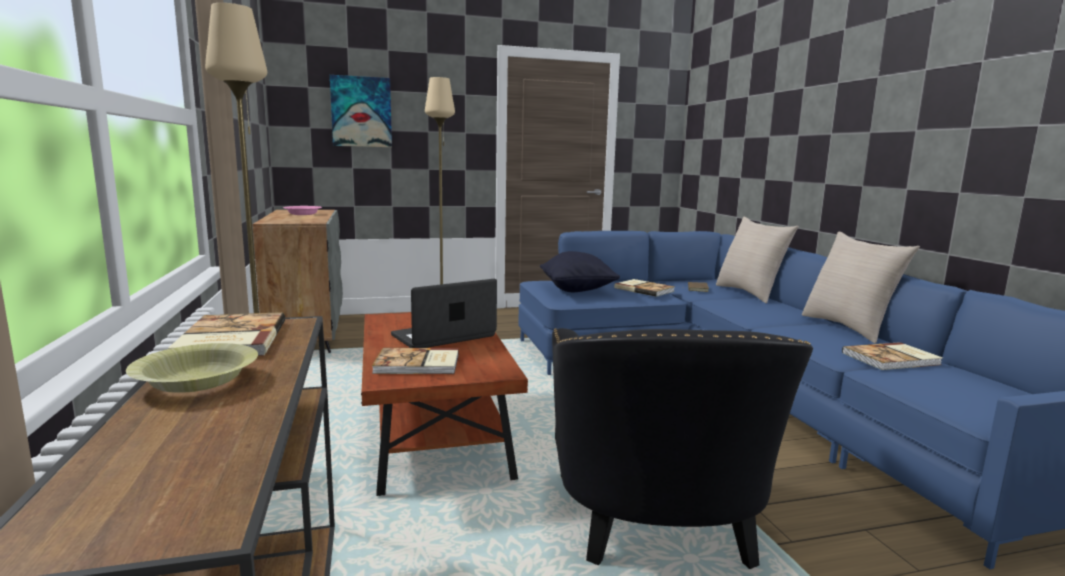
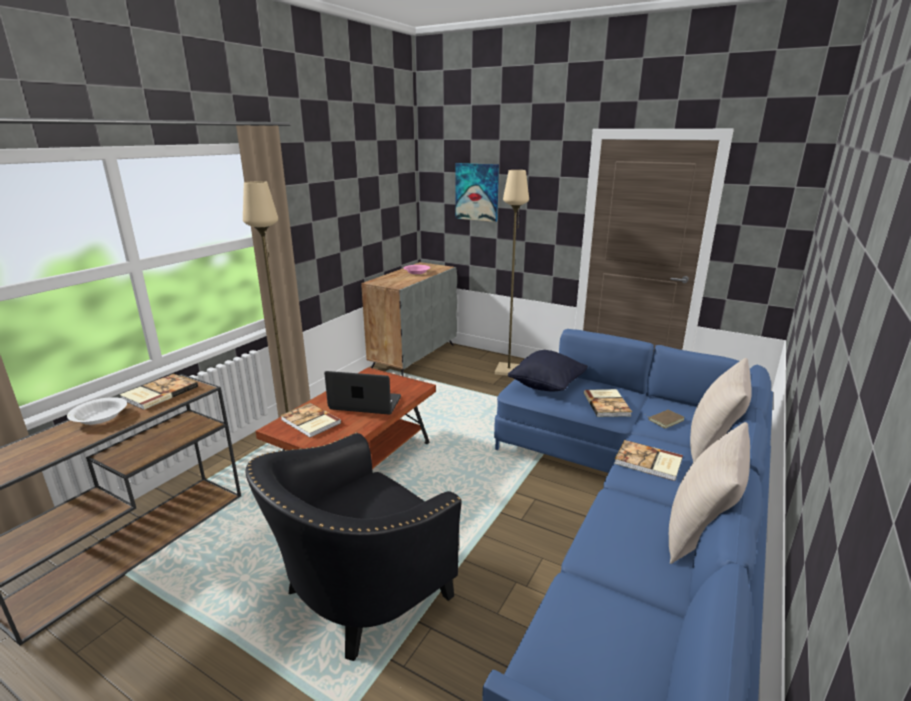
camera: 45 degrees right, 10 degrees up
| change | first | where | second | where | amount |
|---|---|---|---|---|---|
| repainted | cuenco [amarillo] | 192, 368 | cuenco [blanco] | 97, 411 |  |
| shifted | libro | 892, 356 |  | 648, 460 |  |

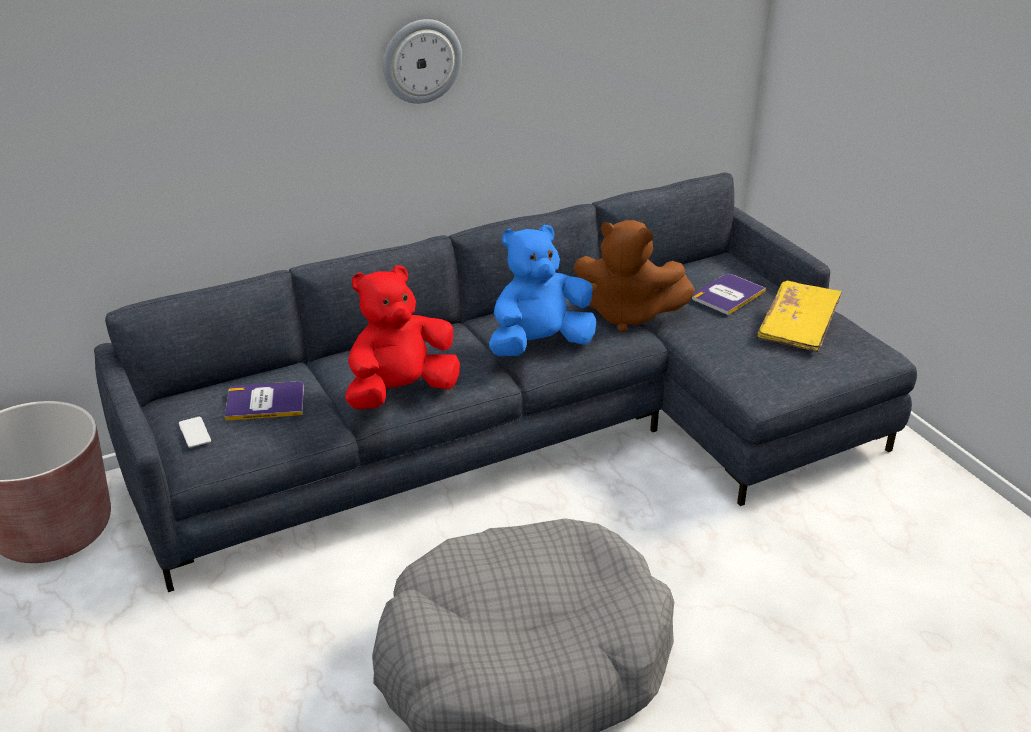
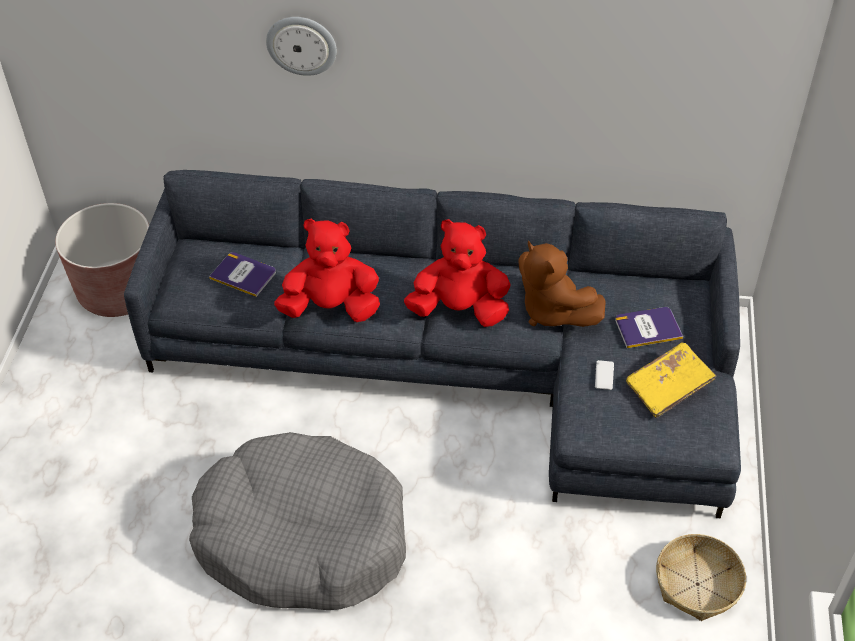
camera: 35 degrees right, 15 degrees up
| change | first | where | second | where | amount |
|---|---|---|---|---|---|
| shifted | móvil | 195, 432 |  | 604, 375 |  |
| shifted | reloj de pared | 422, 61 |  | 301, 46 |  |
| repainted | peluche [azul] | 543, 290 | peluche [rojo] | 457, 273 |  |
| new |  |  | cesta | 701, 577 |  |

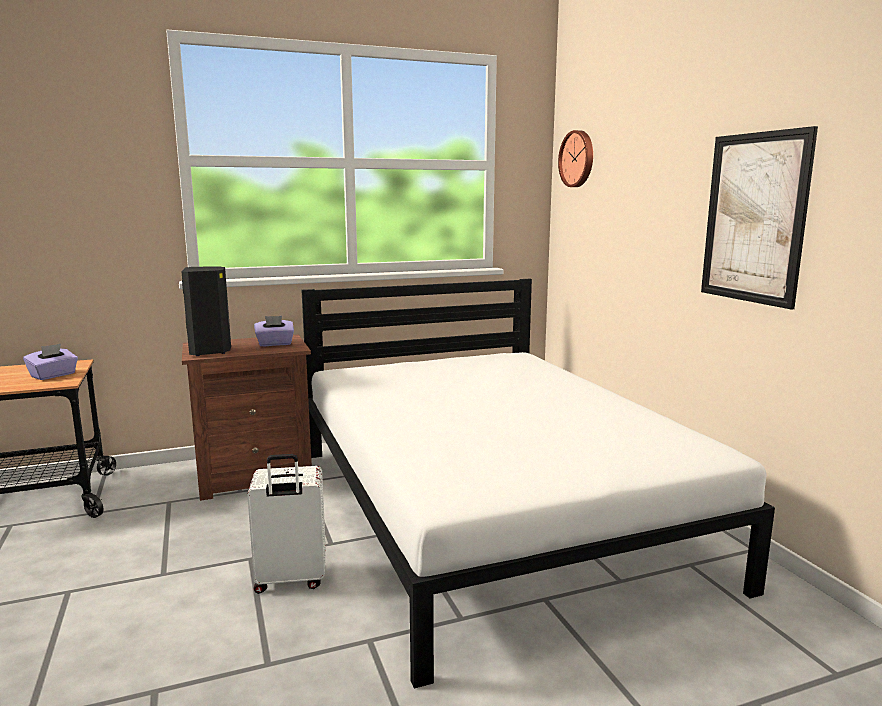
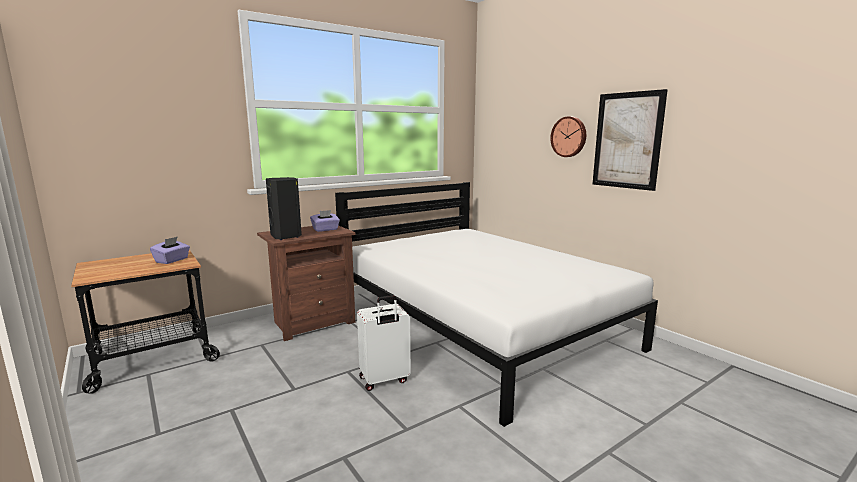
camera: 15 degrees left, 0 degrees up
| change | first | where | second | where | amount |
|---|---|---|---|---|---|
| shifted | reloj de pared | 575, 158 |  | 568, 136 |  |

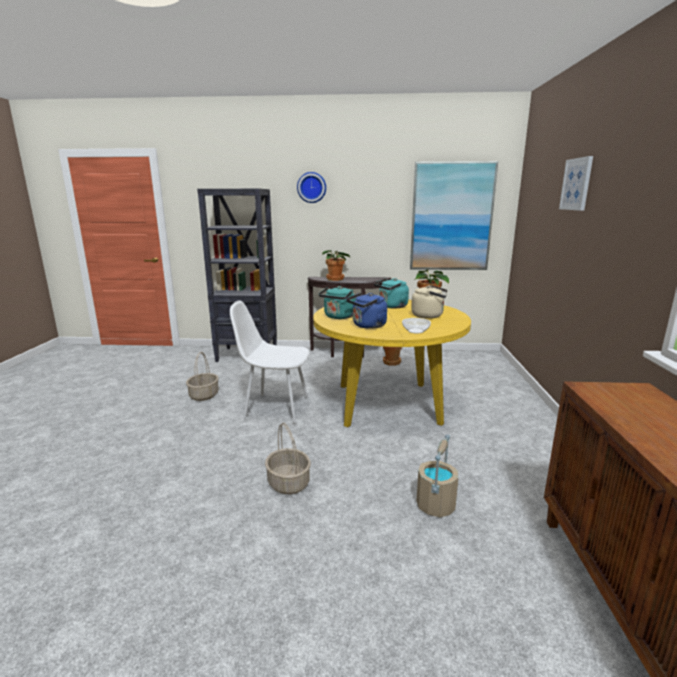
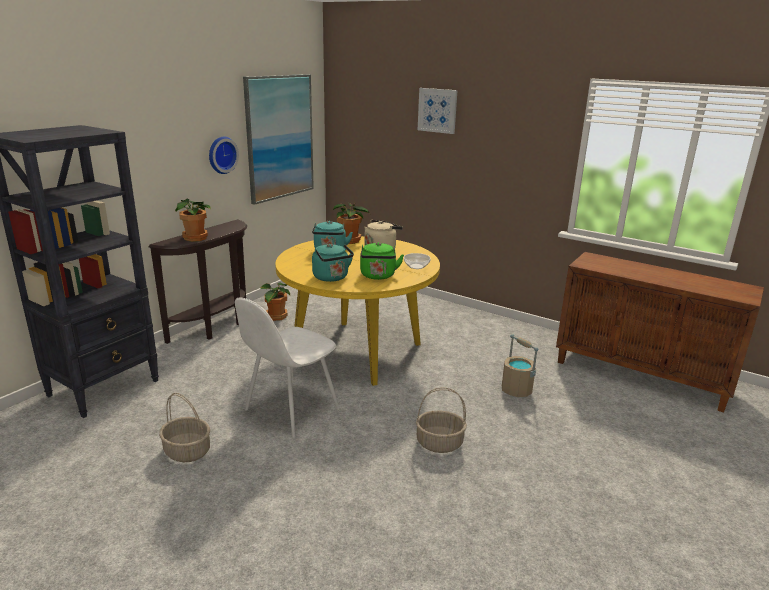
camera: 60 degrees left, 5 degrees up
| change | first | where | second | where | amount |
|---|---|---|---|---|---|
| shifted | reloj de pared | 311, 187 |  | 224, 155 |  |
| repainted | hervidor [azul] | 366, 310 | hervidor [verde] | 382, 261 |  |

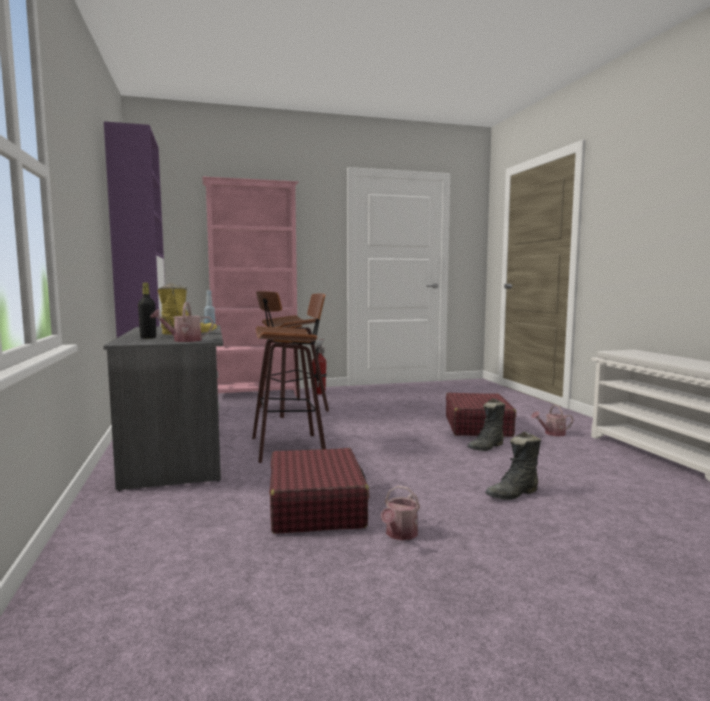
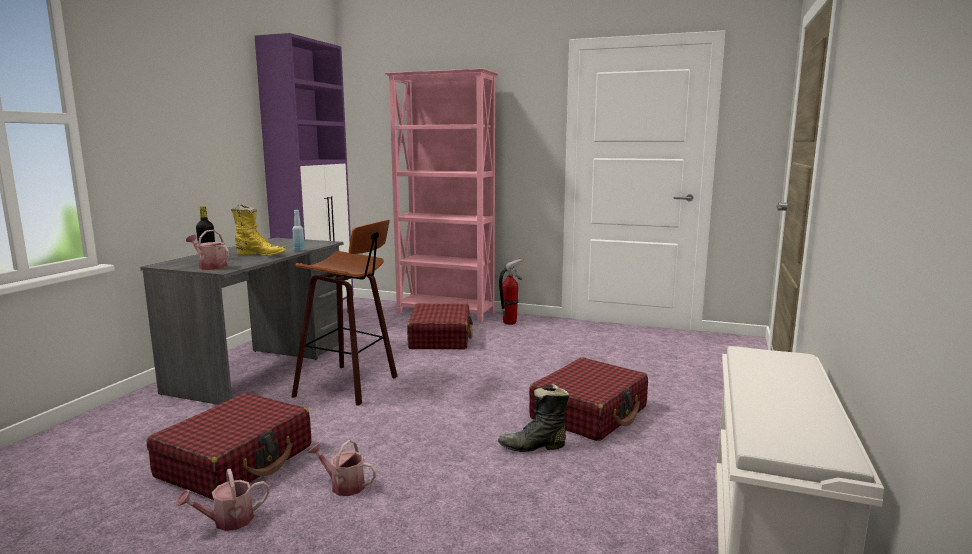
camera: 35 degrees right, 5 degrees up
| change | first | where | second | where | amount |
|---|---|---|---|---|---|
| swapped | taburete | 292, 354 | maleta [rojo] | 440, 326 |  |
| gone | bota [negro] | 513, 465 |  |  |  |
| shifted | regadera | 552, 420 |  | 342, 468 |  |

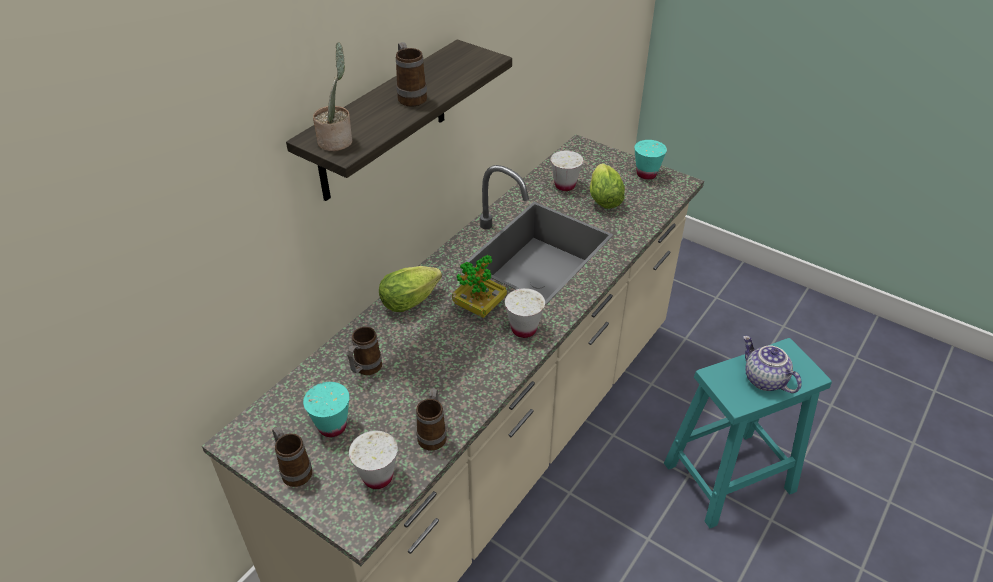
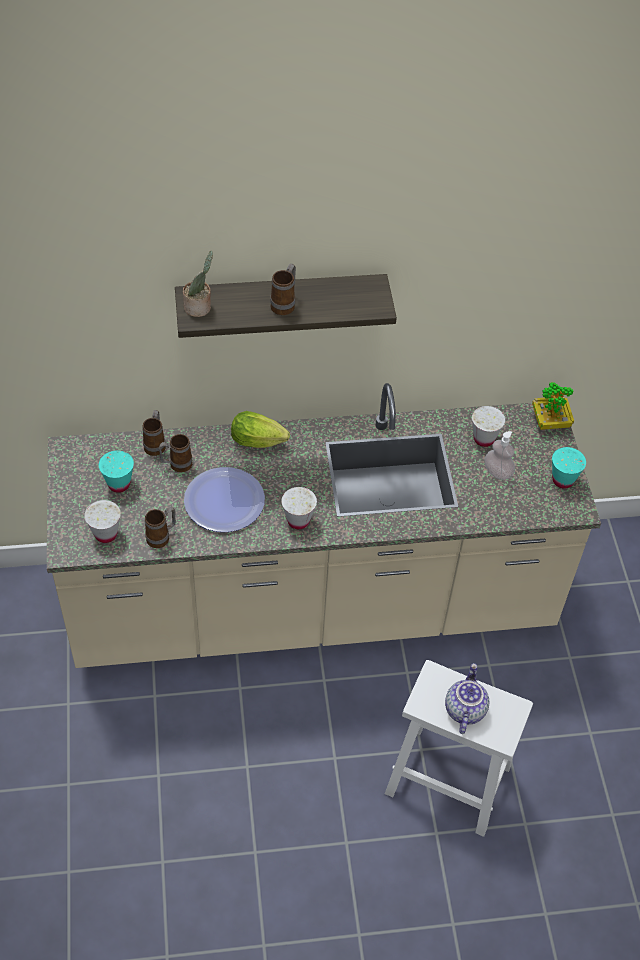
camera: 45 degrees right, 10 degrees up
| change | first | where | second | where | amount |
|---|---|---|---|---|---|
| shifted | taza grande | 292, 456 |  | 154, 433 |  |
| shifted | planta en maceta | 479, 286 |  | 553, 406 |  |
| swapped | lechuga | 607, 186 | dispensador de jabón | 499, 455 |  |
| repainted | taburete [turquesa] | 748, 433 | taburete [blanco] | 459, 748 |  |
| new |  |  | plato | 224, 499 |  |

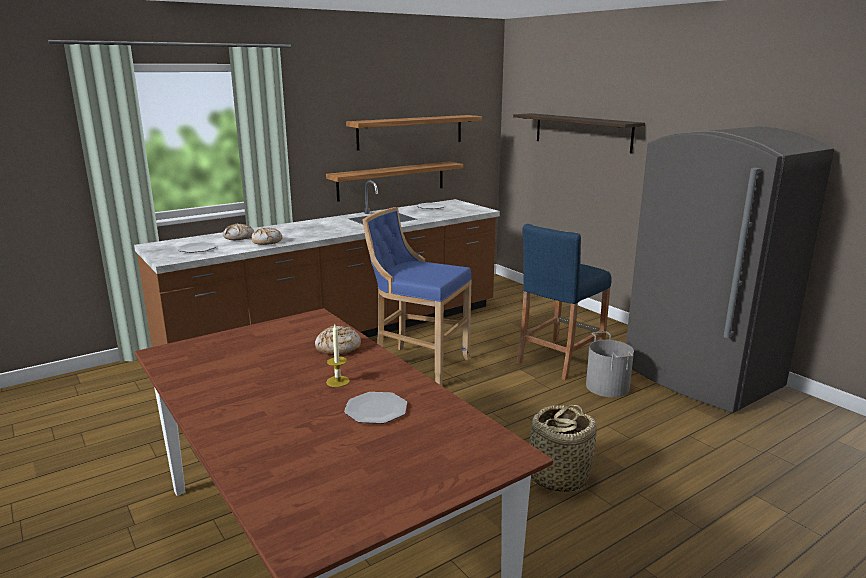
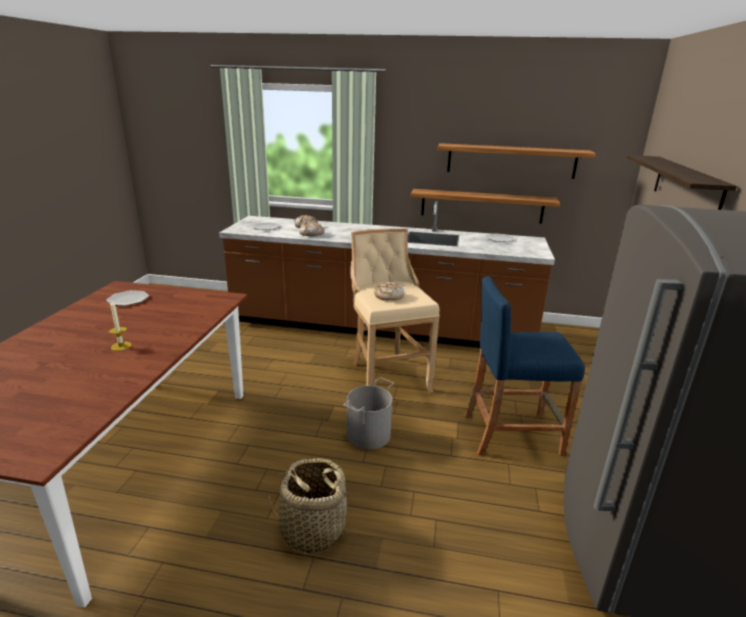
camera: 45 degrees right, 5 degrees up
| change | first | where | second | where | amount |
|---|---|---|---|---|---|
| shifted | pan | 338, 340 |  | 389, 291 |  |
| shifted | plato | 375, 408 |  | 127, 298 |  |
| repainted | taburete [azul] | 417, 296 | taburete [beis] | 395, 310 |  |
| shifted | cubo [gris] | 610, 364 |  | 369, 413 |  |

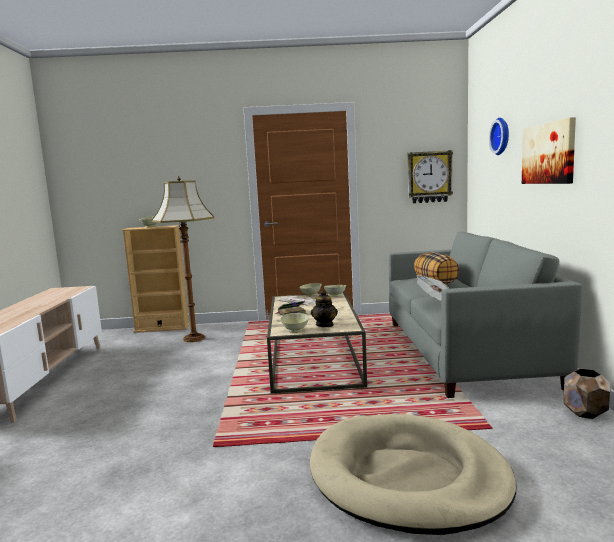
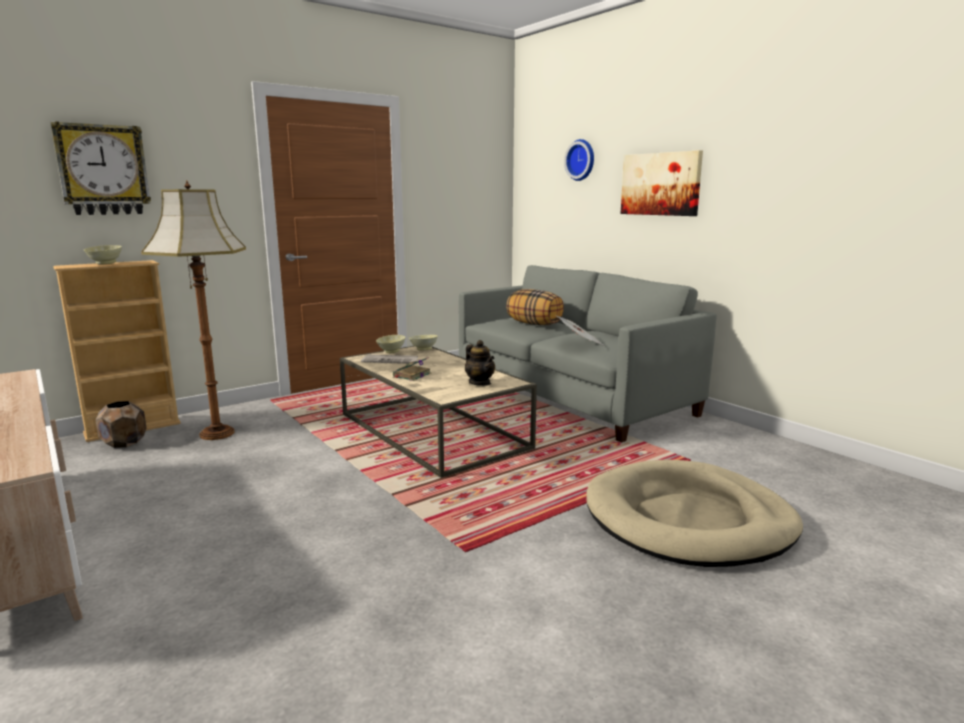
camera: 35 degrees left, 5 degrees up
| change | first | where | second | where | amount |
|---|---|---|---|---|---|
| gone | cuenco [beis] | 294, 323 |  |  |  |
| shifted | reloj de pared | 430, 176 |  | 100, 168 |  |
| shifted | maceta [marrón] | 587, 394 |  | 121, 424 |  |

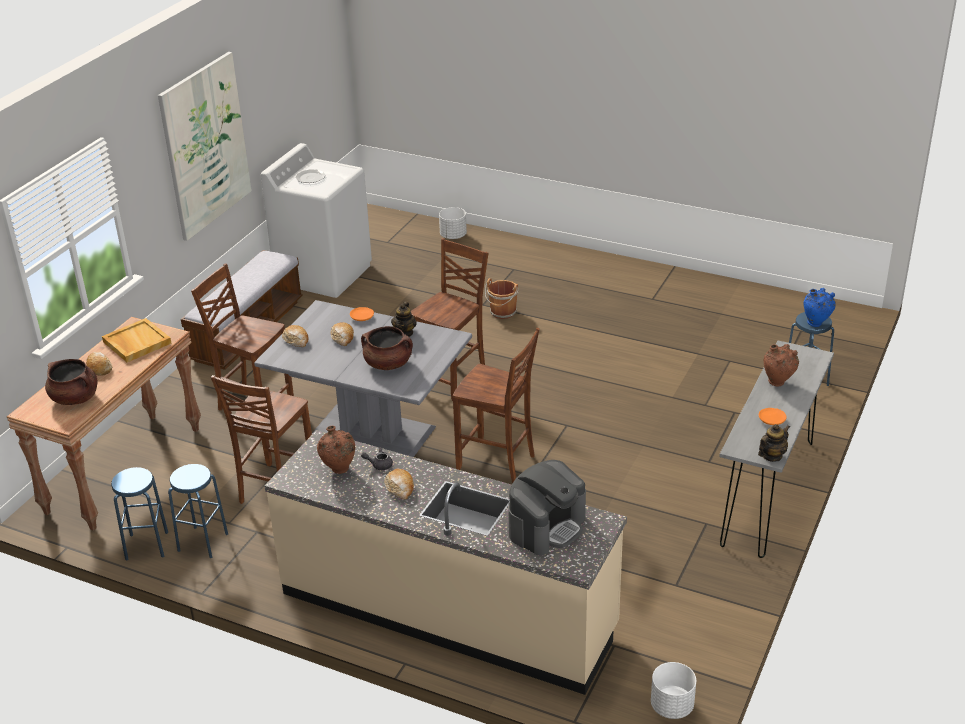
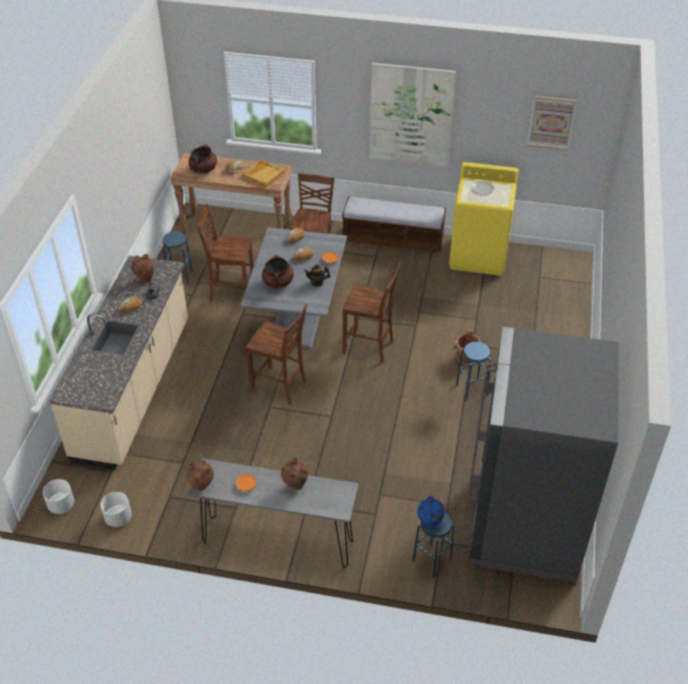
camera: 75 degrees right, 10 degrees up
| change | first | where | second | where | amount |
|---|---|---|---|---|---|
| shifted | taburete [azul] | 139, 514 |  | 473, 371 |  |
| repainted | lavadora [blanco] | 316, 220 | lavadora [amarillo] | 484, 219 |  |
| shifted | maceta [blanco] | 453, 223 |  | 116, 509 |  |
| rotated | silla [marrón] | 496, 405 |  | 276, 354 | 75 degrees counterclockwise |
| gone | cafetera | 547, 507 |  |  |  |
| swapped | tetera | 774, 443 | florero [marrón] | 200, 475 |  |
| new |  |  | nevera [gris] | 543, 455 |  |
| new |  |  | cuadro | 552, 123 |  |

